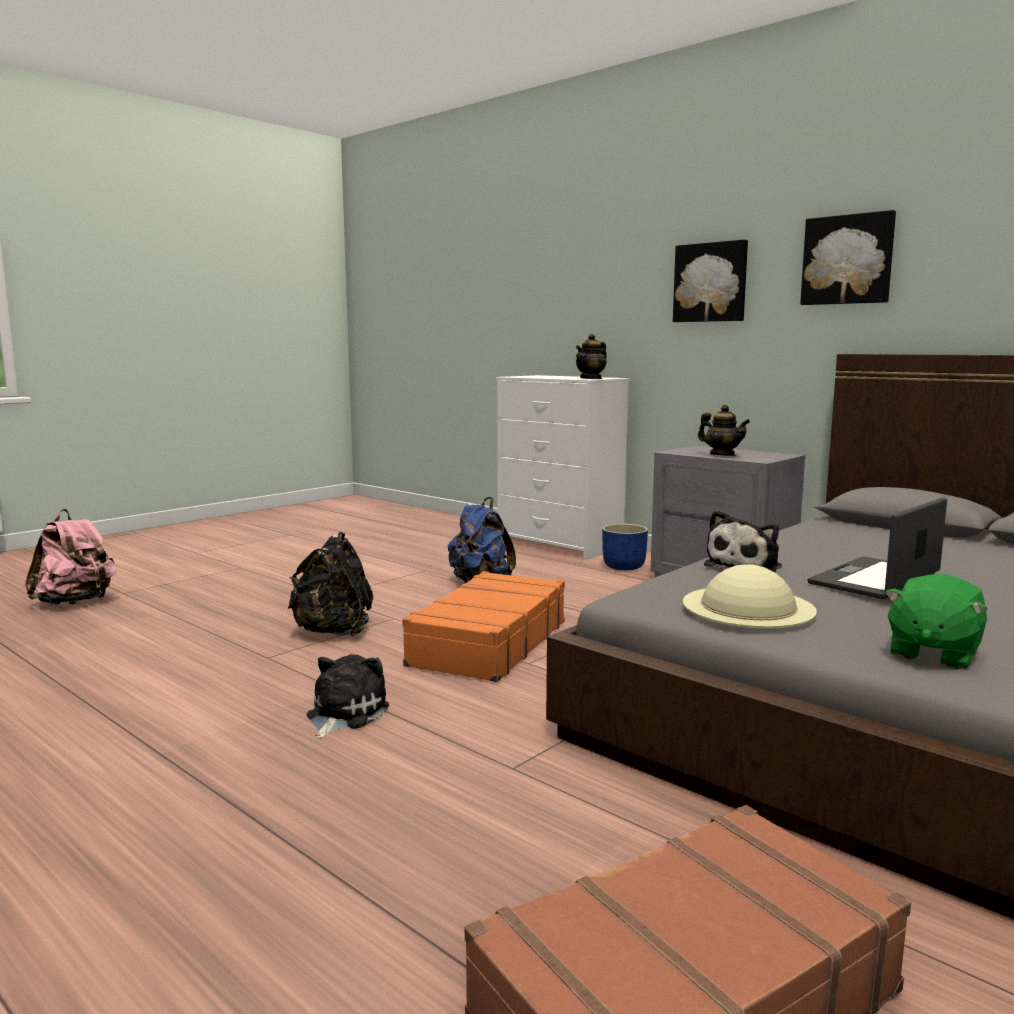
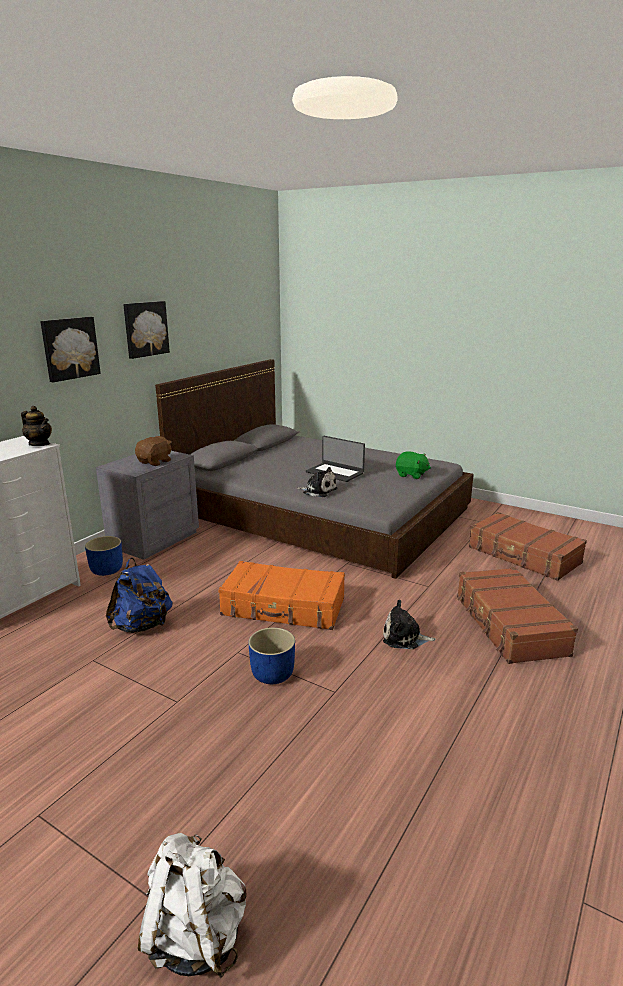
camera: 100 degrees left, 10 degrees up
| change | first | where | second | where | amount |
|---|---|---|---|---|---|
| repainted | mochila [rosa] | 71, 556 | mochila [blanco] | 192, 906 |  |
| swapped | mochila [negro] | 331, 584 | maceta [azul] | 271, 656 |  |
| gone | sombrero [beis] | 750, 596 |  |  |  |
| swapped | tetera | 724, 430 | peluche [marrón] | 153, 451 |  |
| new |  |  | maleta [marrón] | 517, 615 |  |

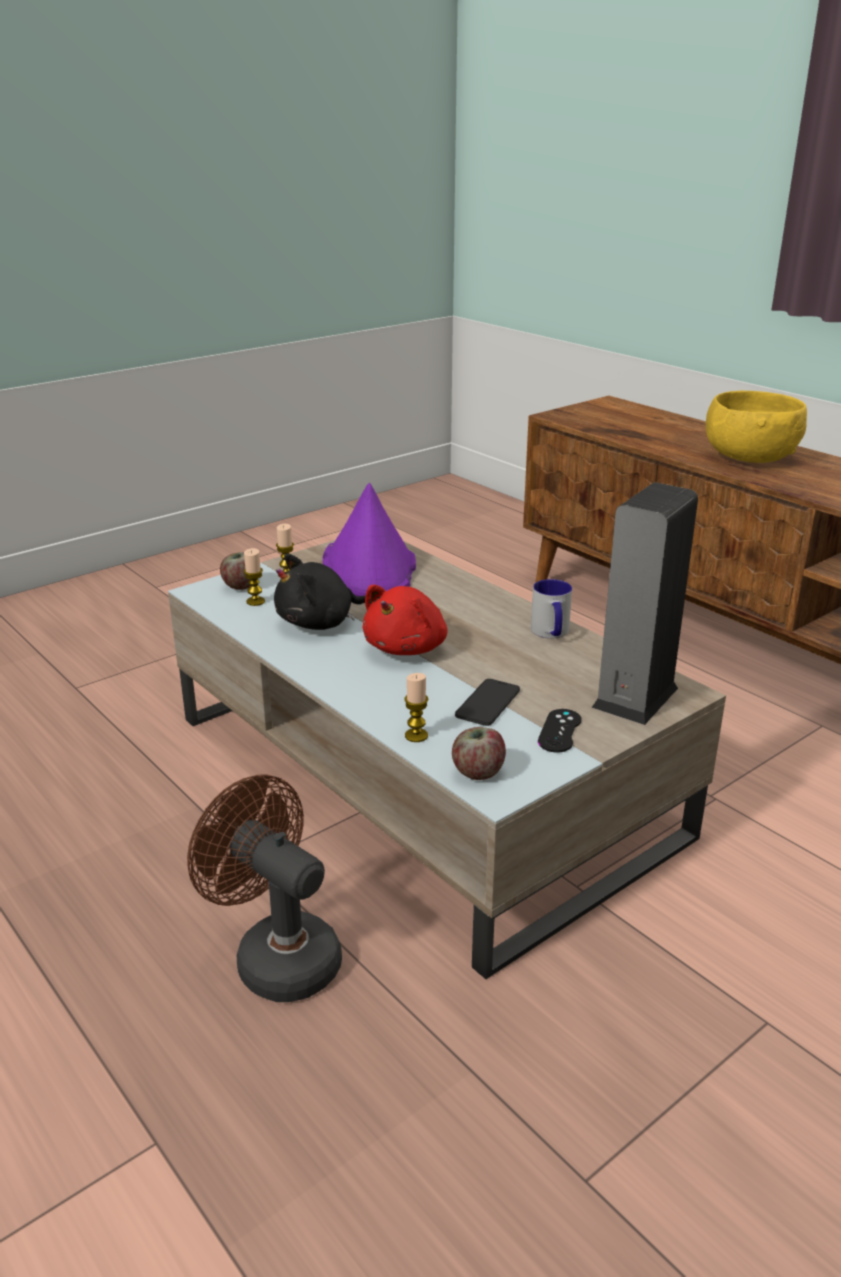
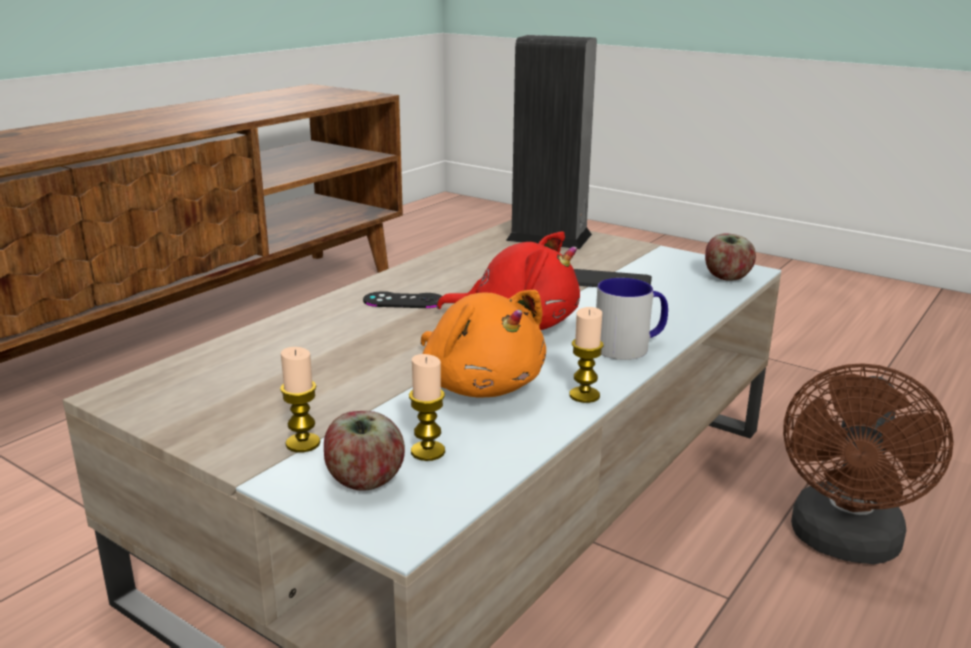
camera: 105 degrees left, 5 degrees down
| change | first | where | second | where | amount |
|---|---|---|---|---|---|
| repainted | peluche [negro] | 320, 592 | peluche [naranja] | 483, 344 |  |
| gone | sombrero [morado] | 369, 539 |  |  |  |
| shifted | vela | 416, 707 |  | 586, 355 |  |
| shifted | taza grande | 551, 608 |  | 632, 319 |  |
| shifted | mando de consola [negro] | 559, 731 |  | 402, 299 |  |
| gone | cuenco [amarillo] | 756, 427 |  |  |  |

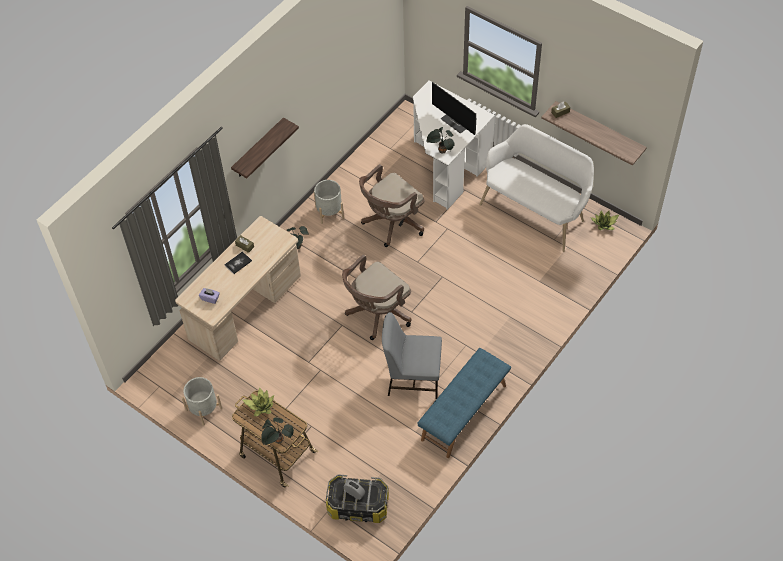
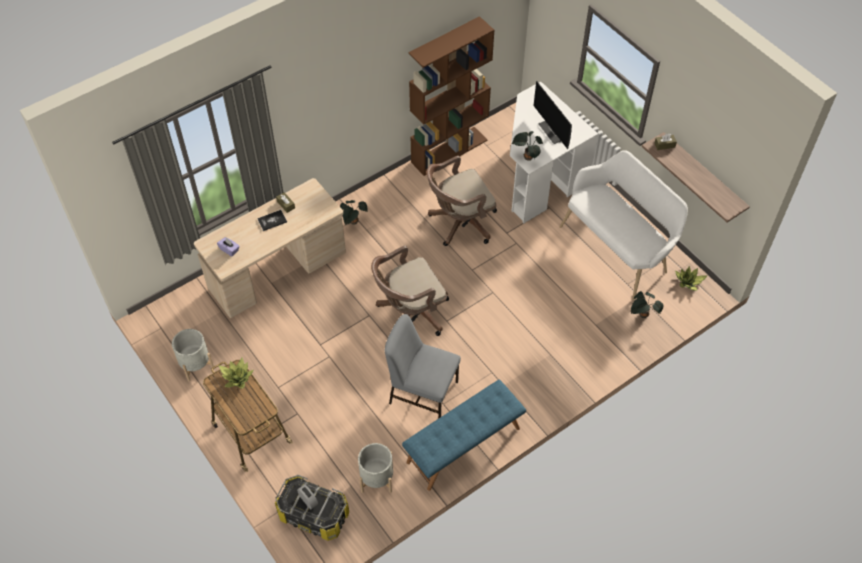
camera: 15 degrees right, 0 degrees up
| change | first | where | second | where | amount |
|---|---|---|---|---|---|
| gone | estante | 265, 147 |  |  |  |
| shifted | planta en maceta | 277, 431 |  | 647, 304 |  |
| shifted | maceta [gris] | 329, 202 |  | 375, 468 |  |
| new |  |  | estantería [marrón] | 451, 96 |  |

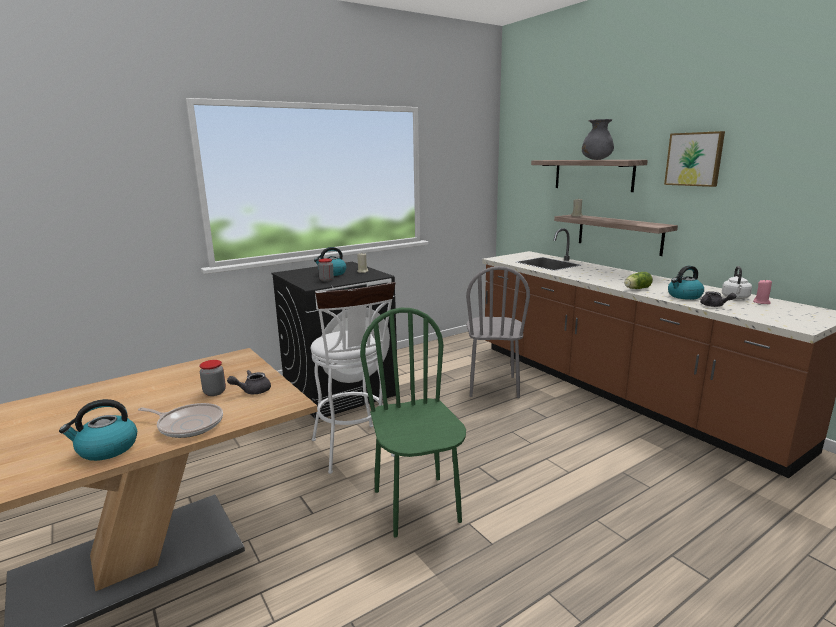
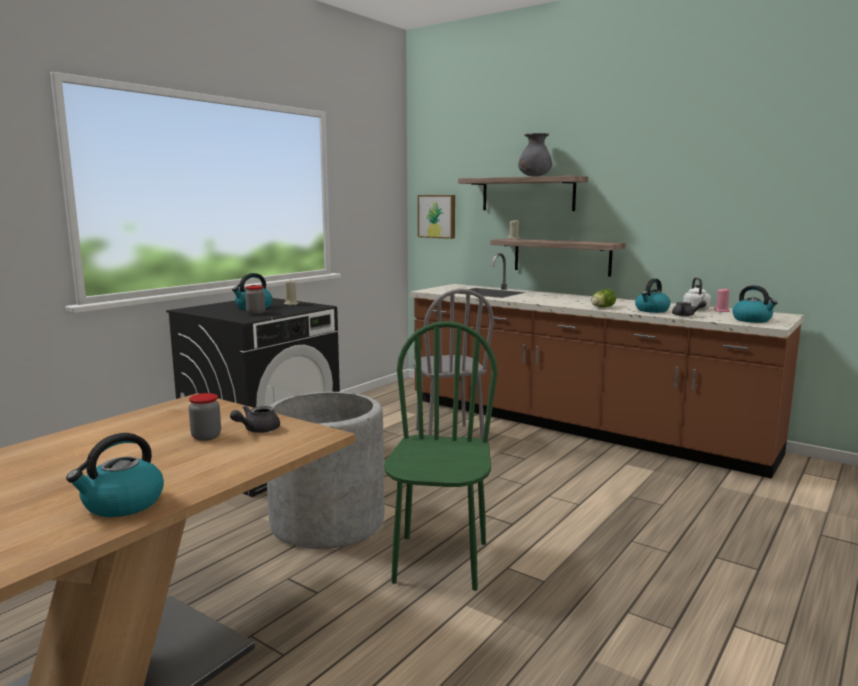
camera: 20 degrees left, 5 degrees down
| change | first | where | second | where | amount |
|---|---|---|---|---|---|
| gone | sartén | 180, 420 |  |  |  |
| swapped | taburete [blanco] | 353, 378 | maceta [gris] | 325, 470 |  |
| rotated | silla [verde] | 413, 423 |  | 441, 456 | 45 degrees clockwise |
| shifted | cuadro | 694, 159 |  | 436, 217 |  |
| new |  |  | hervidor | 755, 304 |  |

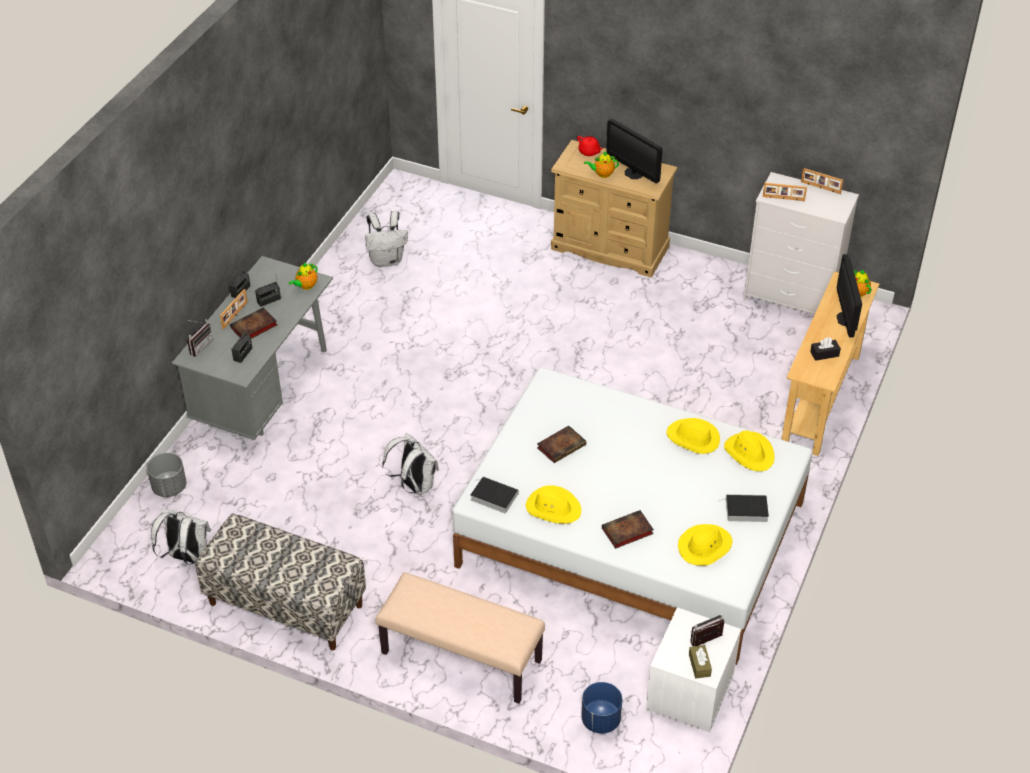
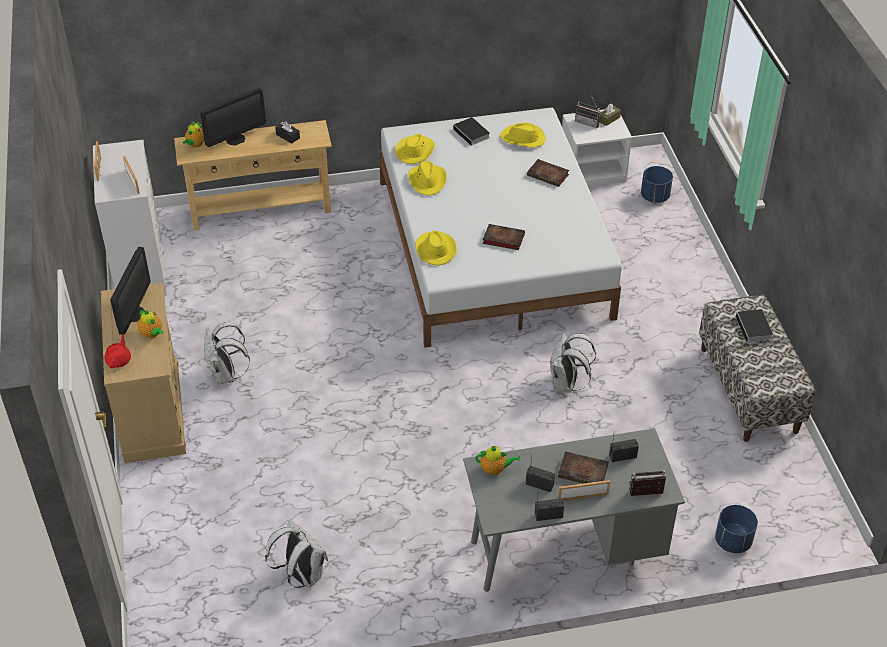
camera: 125 degrees left, 0 degrees up
| change | first | where | second | where | amount |
|---|---|---|---|---|---|
| repainted | maceta [gris] | 166, 475 | maceta [azul] | 736, 529 |  |
| shifted | mochila [blanco] | 181, 536 |  | 227, 353 |  |
| gone | banco [beis] | 460, 638 |  |  |  |
| shifted | libro | 495, 494 |  | 754, 328 |  |
| shifted | sombrero [amarillo] | 553, 504 |  | 436, 247 |  |

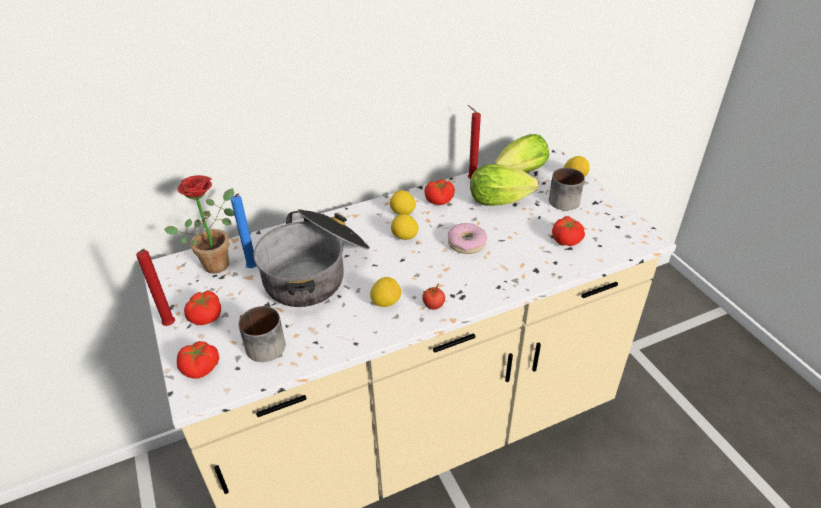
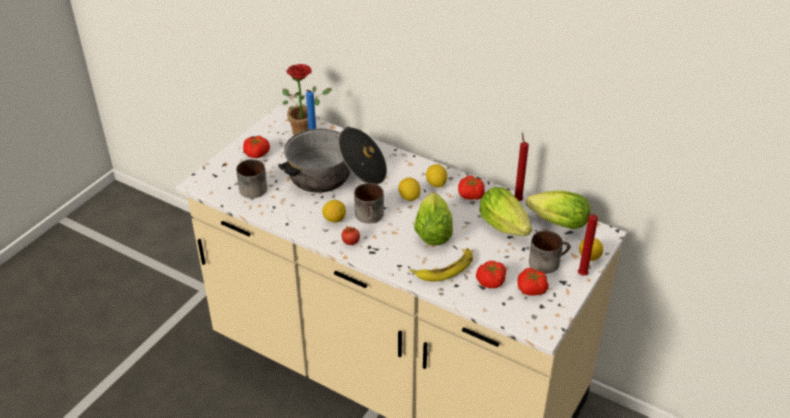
camera: 55 degrees right, 0 degrees up
| change | first | where | second | where | amount |
|---|---|---|---|---|---|
| shifted | vela [rojo] | 155, 287 |  | 588, 245 |  |
| shifted | tomate | 198, 360 |  | 532, 282 |  |
| swapped | rosquilla | 467, 238 | lechuga | 433, 219 |  |
| new |  |  | taza grande | 369, 203 |  |
| new |  |  | plátano | 441, 264 |  |

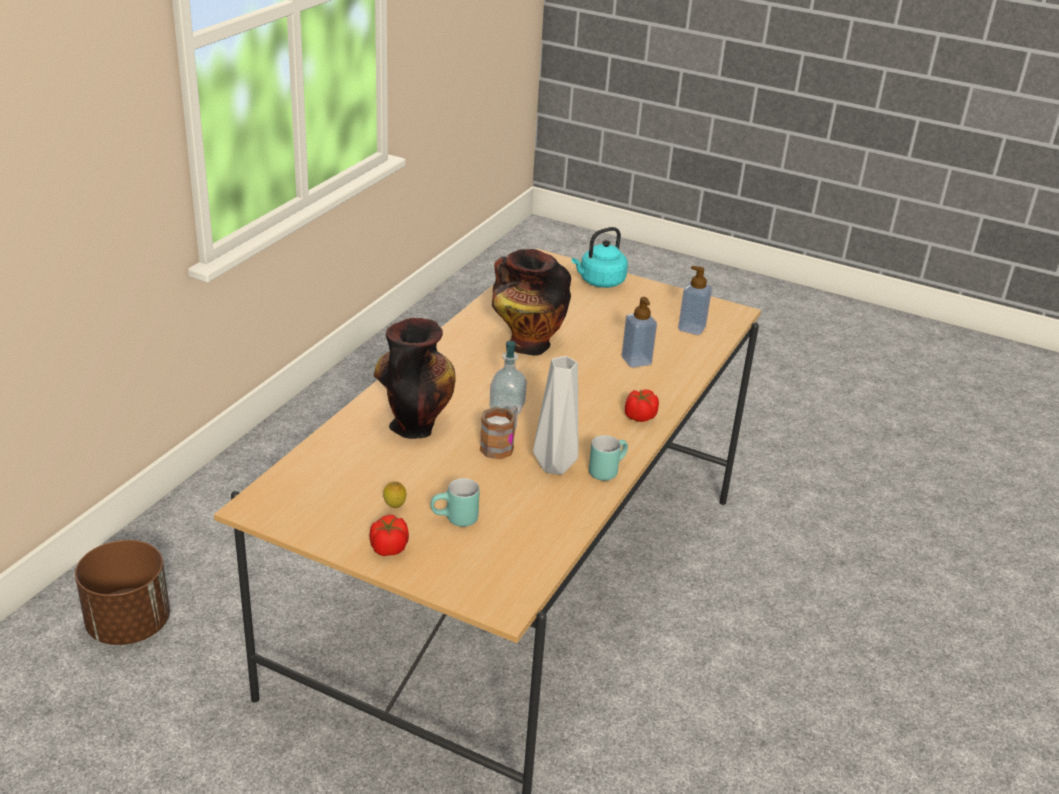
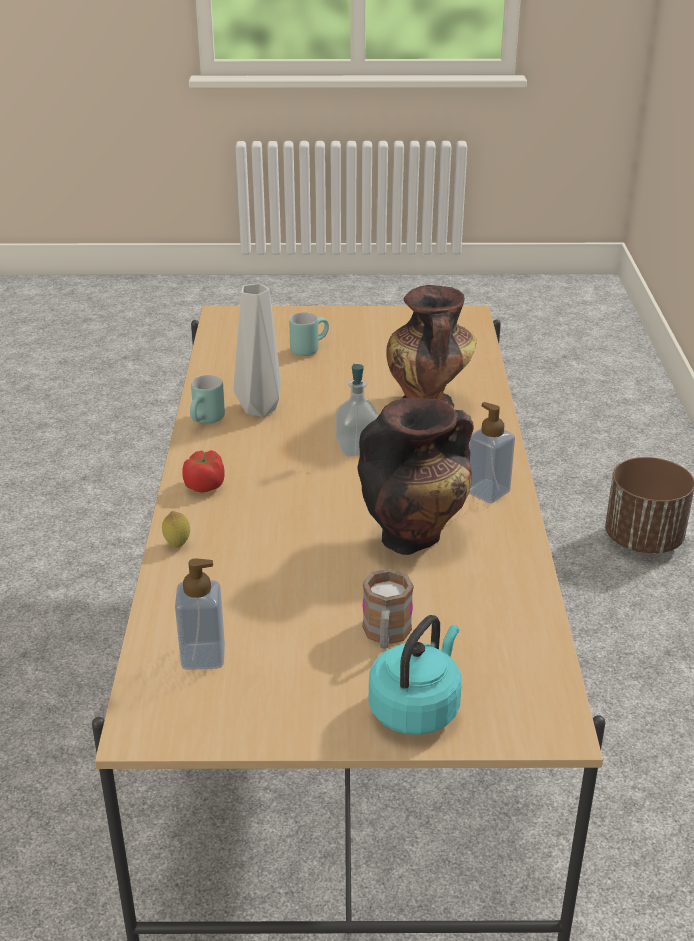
camera: 155 degrees right, 0 degrees up
| change | first | where | second | where | amount |
|---|---|---|---|---|---|
| gone | tomate | 389, 535 |  |  |  |
| shifted | limón | 394, 494 |  | 176, 529 |  |
| shifted | taza grande | 499, 432 |  | 388, 609 |  |
| shifted | dispensador de jabón | 639, 332 |  | 492, 452 |  |

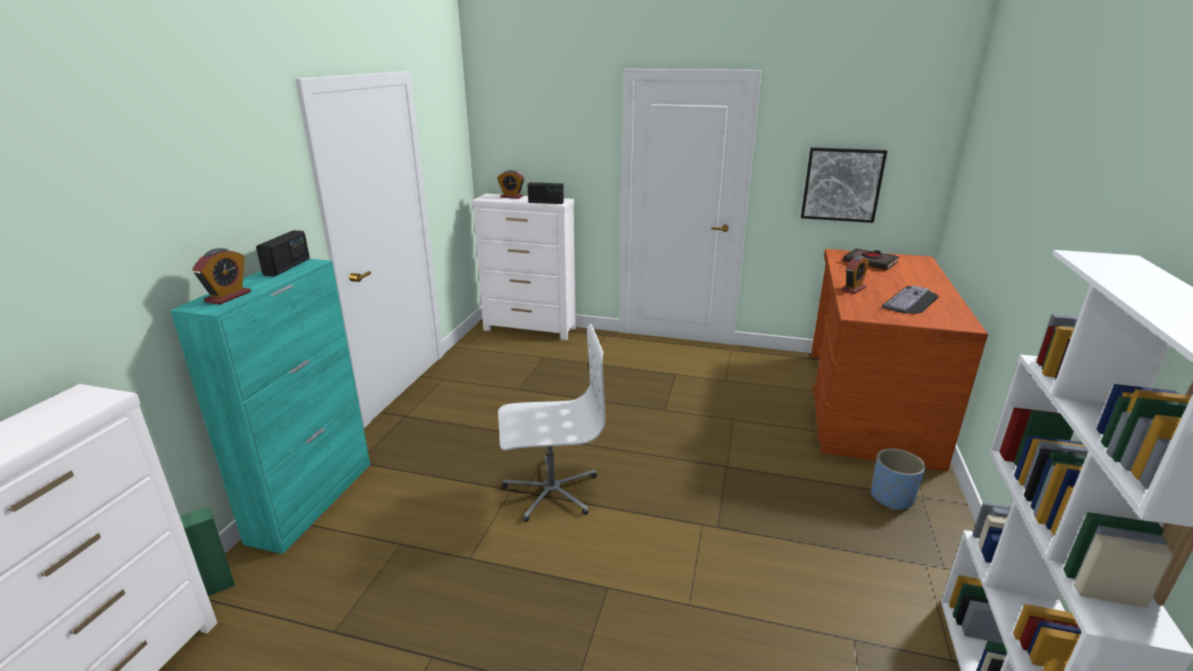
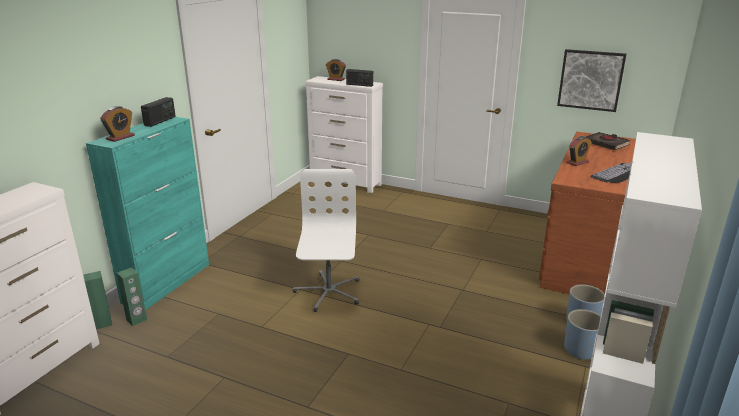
camera: 10 degrees right, 0 degrees up
| change | first | where | second | where | amount |
|---|---|---|---|---|---|
| rotated | silla de oficina [blanco] | 551, 423 |  | 326, 240 | 90 degrees counterclockwise |
| new |  |  | altavoz [verde] | 131, 297 |  |
| new |  |  | maceta [azul] | 582, 334 |  |

